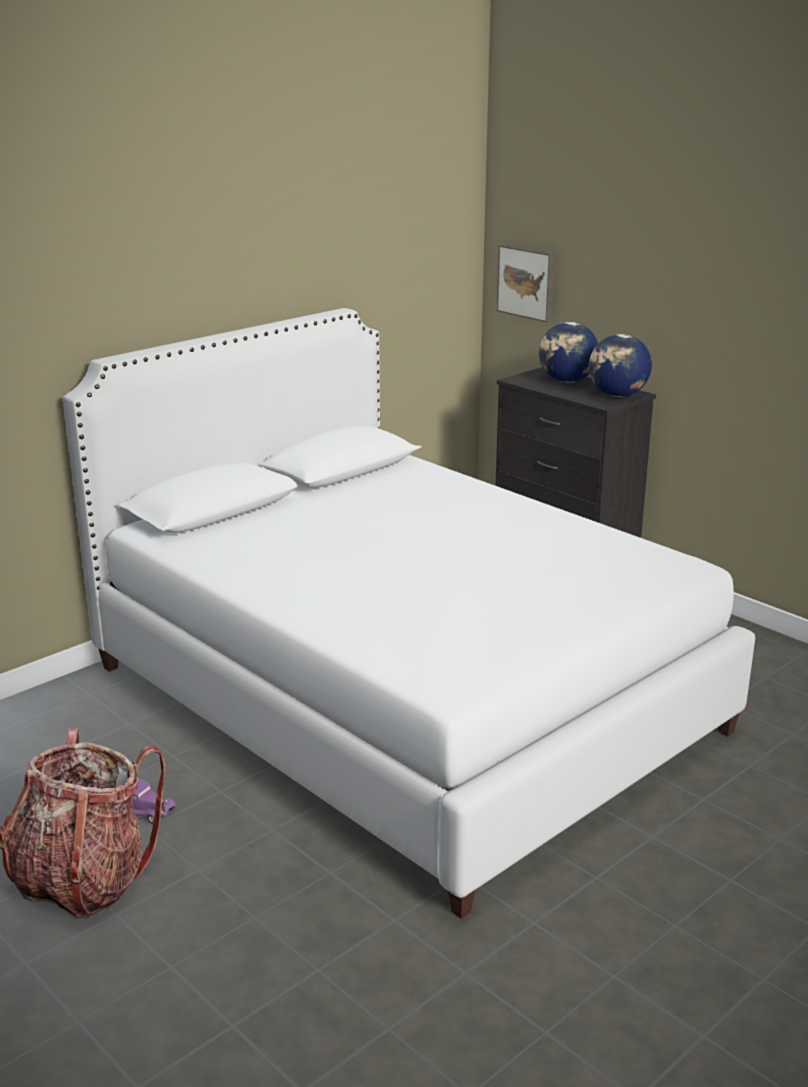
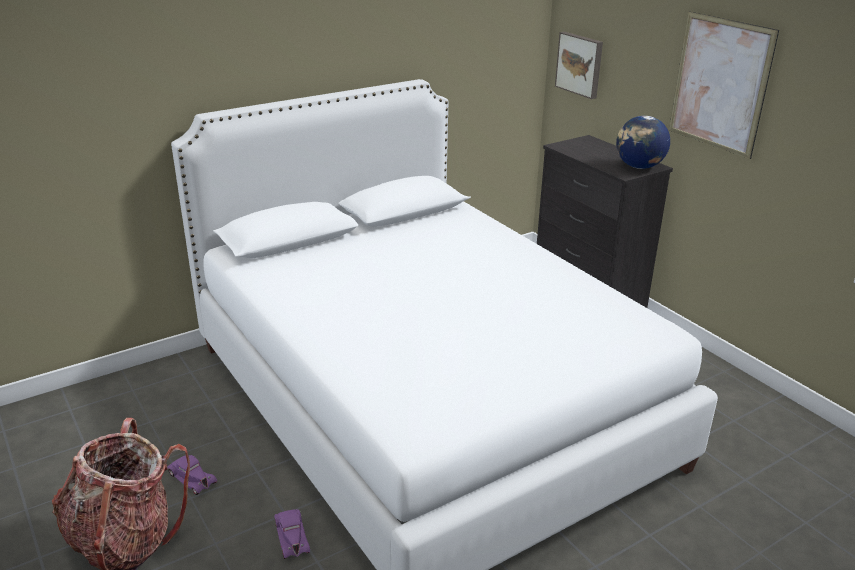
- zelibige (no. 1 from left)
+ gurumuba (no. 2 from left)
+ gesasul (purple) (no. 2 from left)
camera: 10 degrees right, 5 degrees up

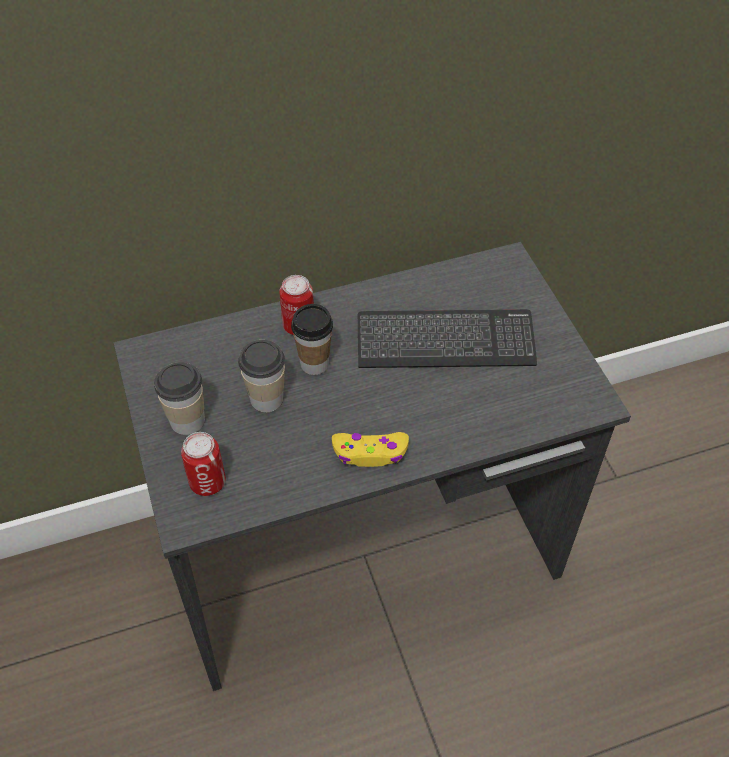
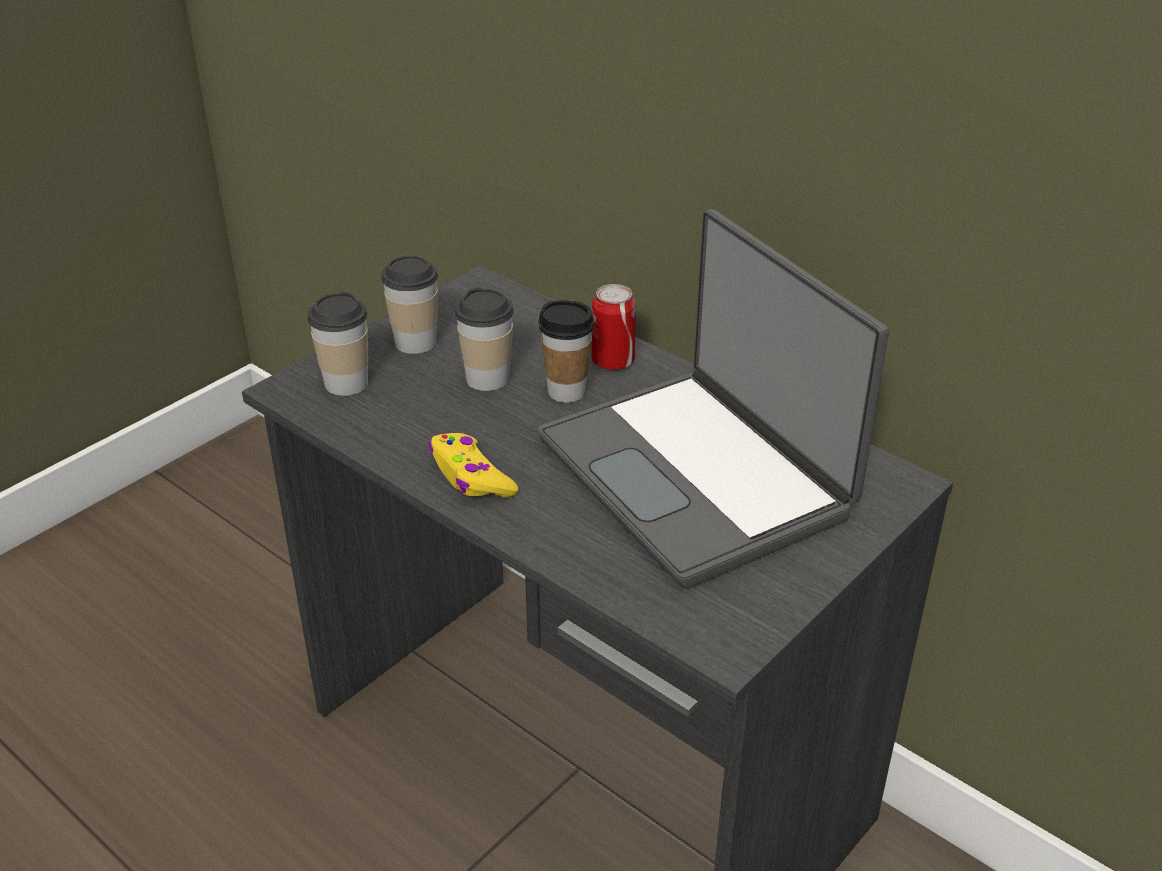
~ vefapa to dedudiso
~ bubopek (no. 1 from left) to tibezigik (no. 1 from left)
camera: 60 degrees right, 15 degrees down

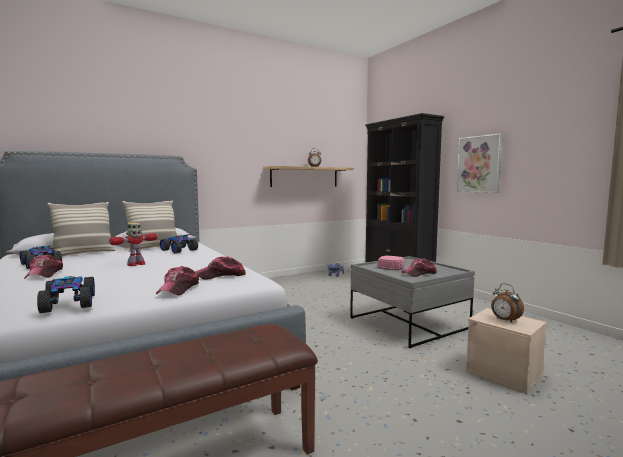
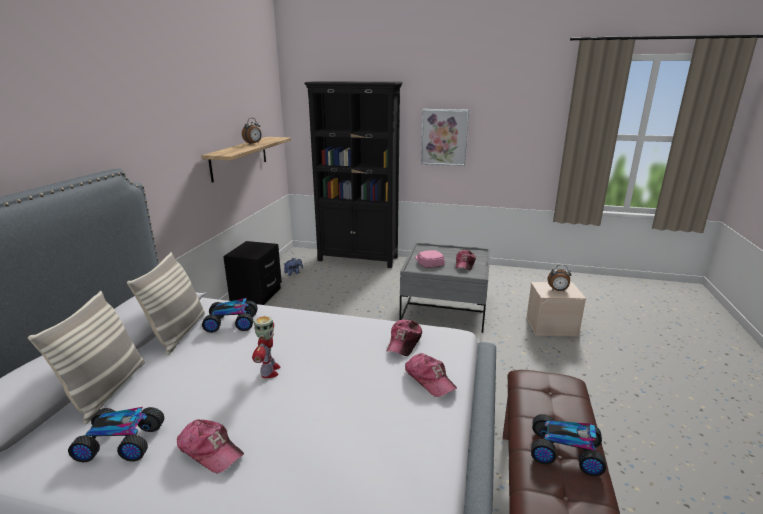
~ gesasul (no. 2 from left in the first image) to gesasul (no. 3 from left)
+ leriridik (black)
camera: 45 degrees left, 15 degrees up

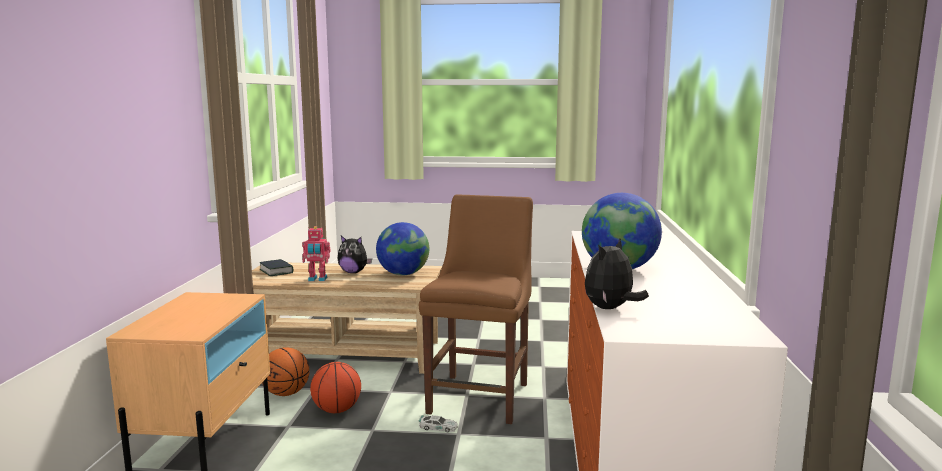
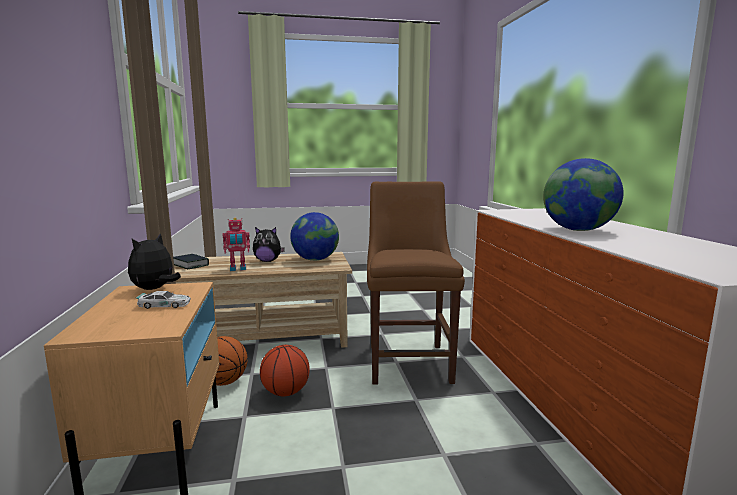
~ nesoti (no. 2 from left in the first image) to nesoti (no. 1 from left)
~ gesasul
camera: 15 degrees left, 0 degrees up

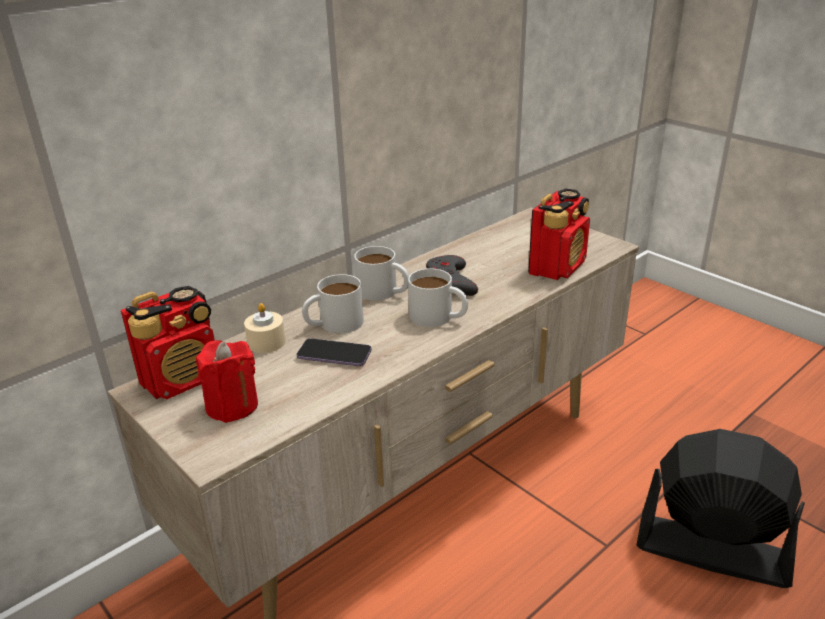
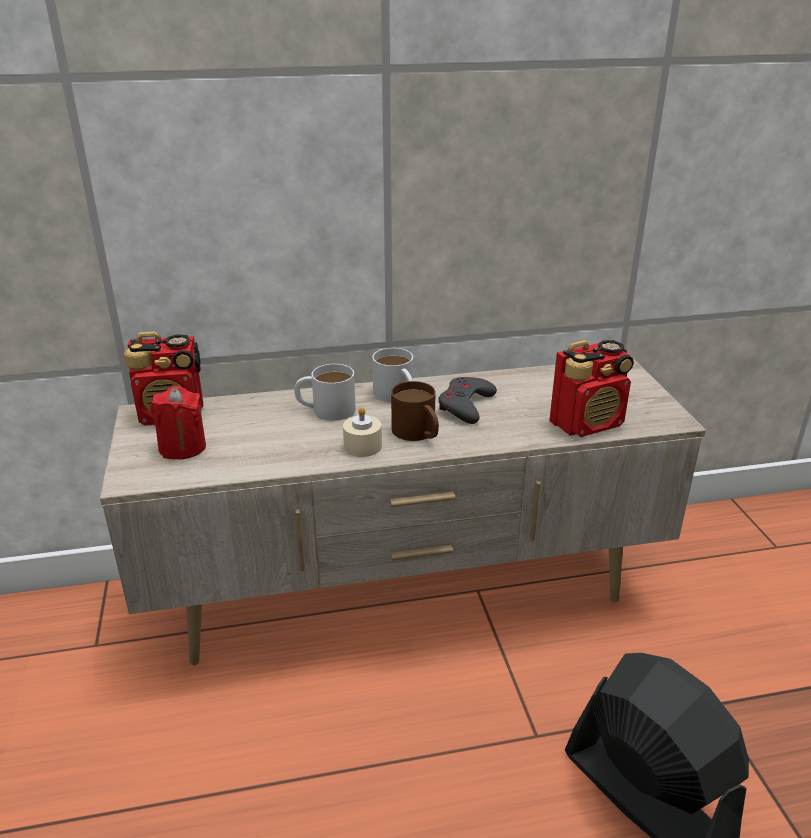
~ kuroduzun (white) (no. 3 from left) to kuroduzun (brown)
~ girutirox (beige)
- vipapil
camera: 30 degrees right, 0 degrees up

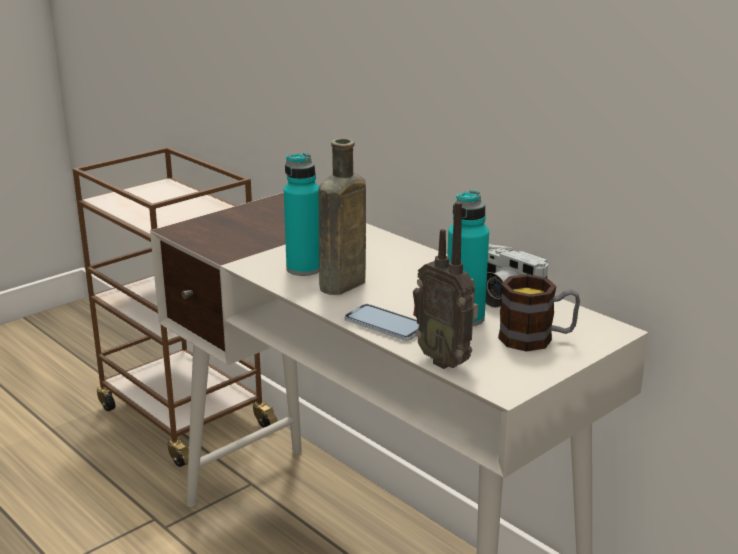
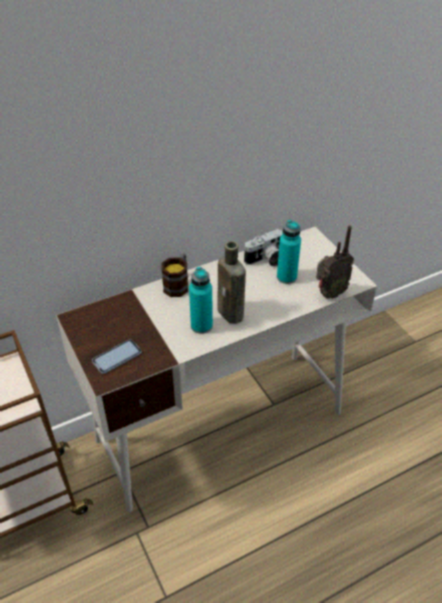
~ kuroduzun
~ vipapil
camera: 75 degrees left, 20 degrees up

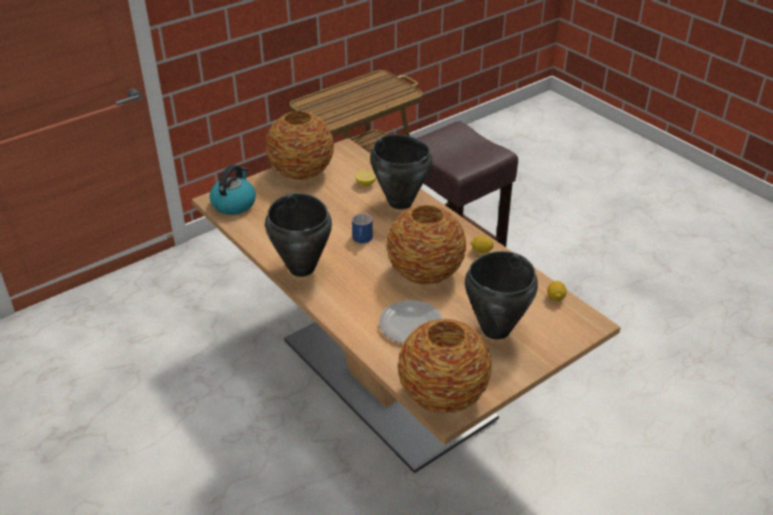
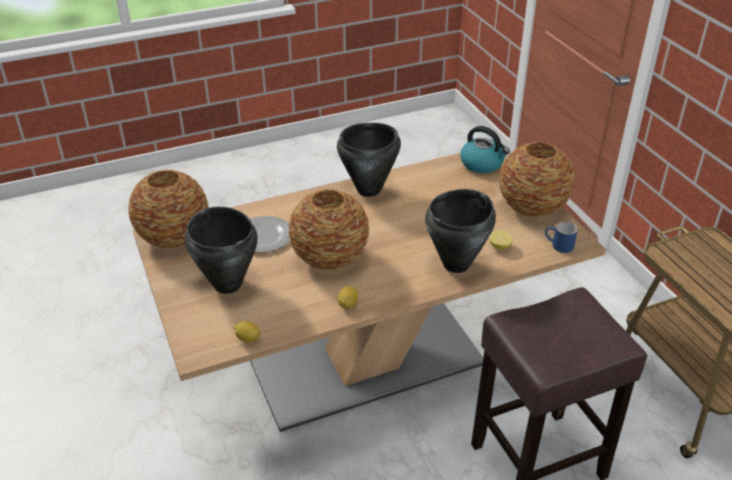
~ kuroduzun (blue)
camera: 105 degrees right, 0 degrees up

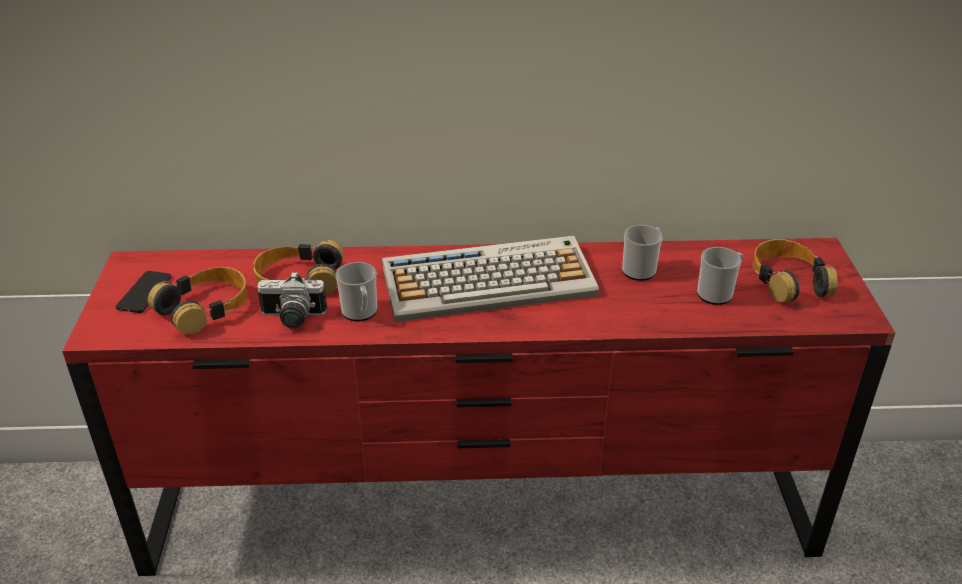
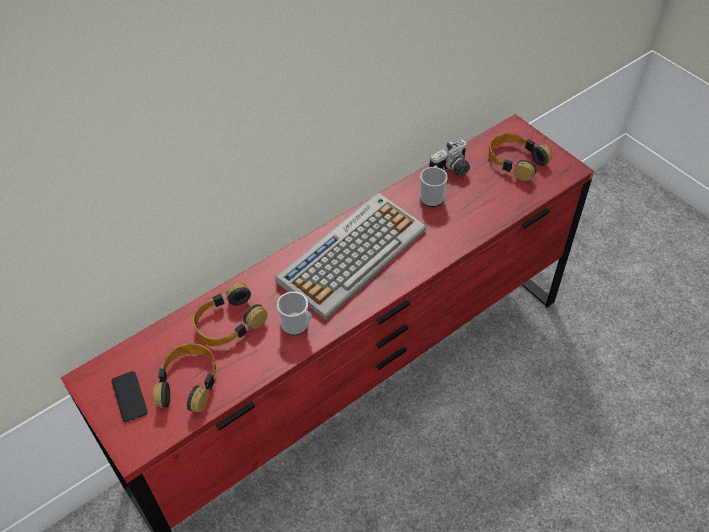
- kuroduzun (no. 3 from left)
~ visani
camera: 35 degrees left, 15 degrees up

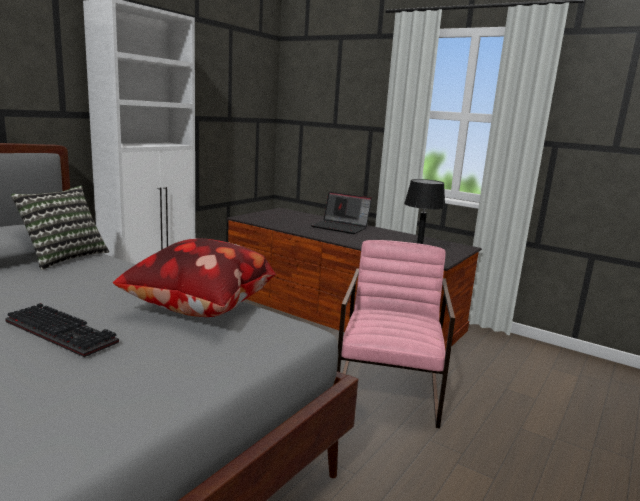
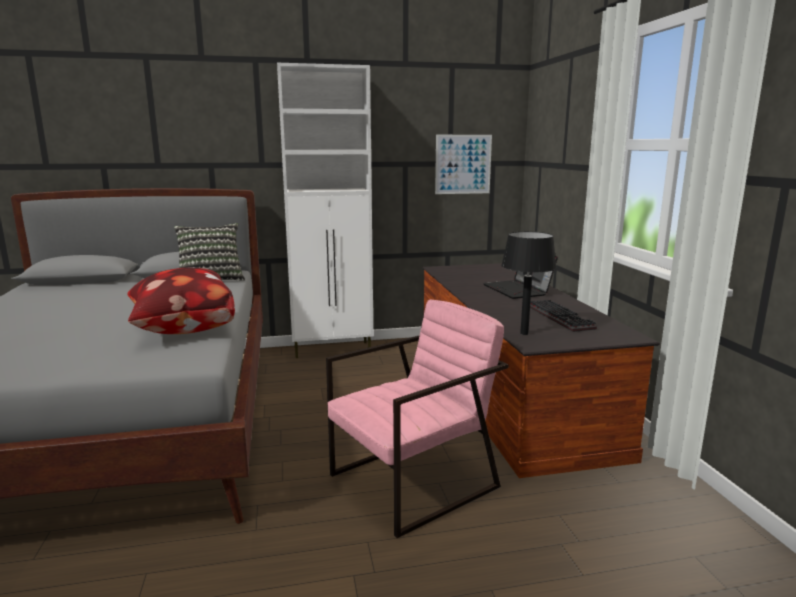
~ vefapa
+ gurumuba
camera: 45 degrees right, 0 degrees up

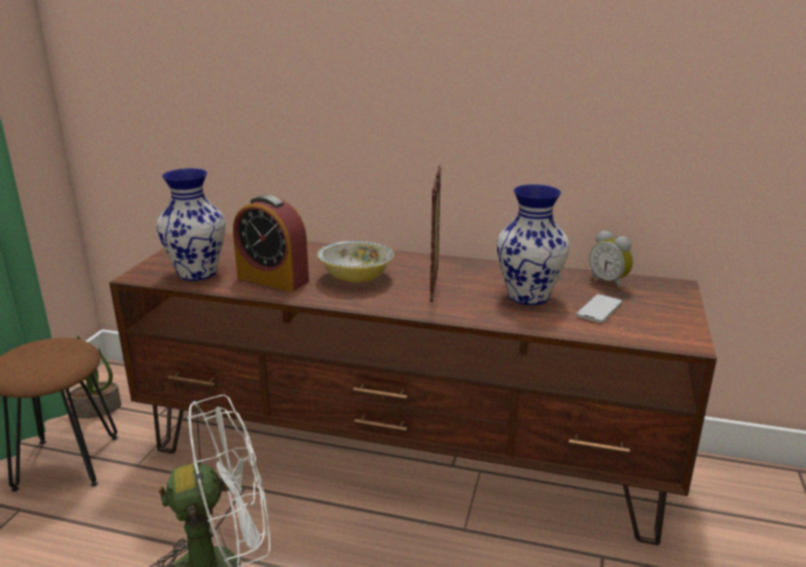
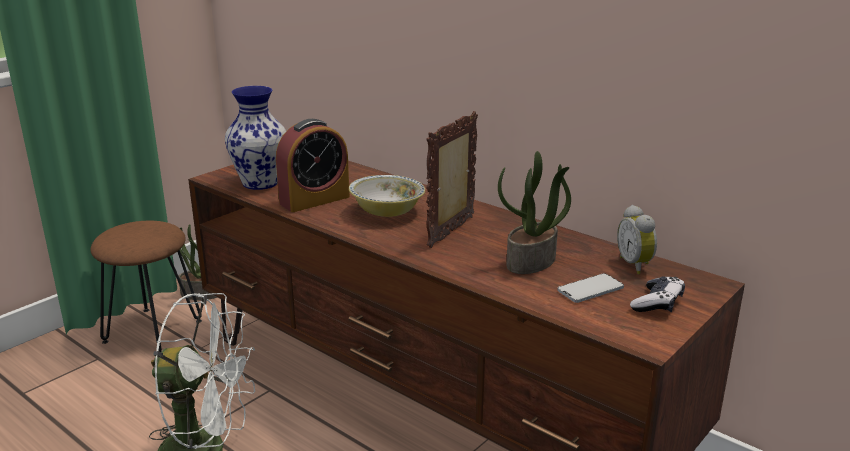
~ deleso (no. 2 from left) to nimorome (no. 2 from left)
~ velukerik (no. 1 from left) 90 degrees counterclockwise
+ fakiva
camera: 25 degrees right, 0 degrees up

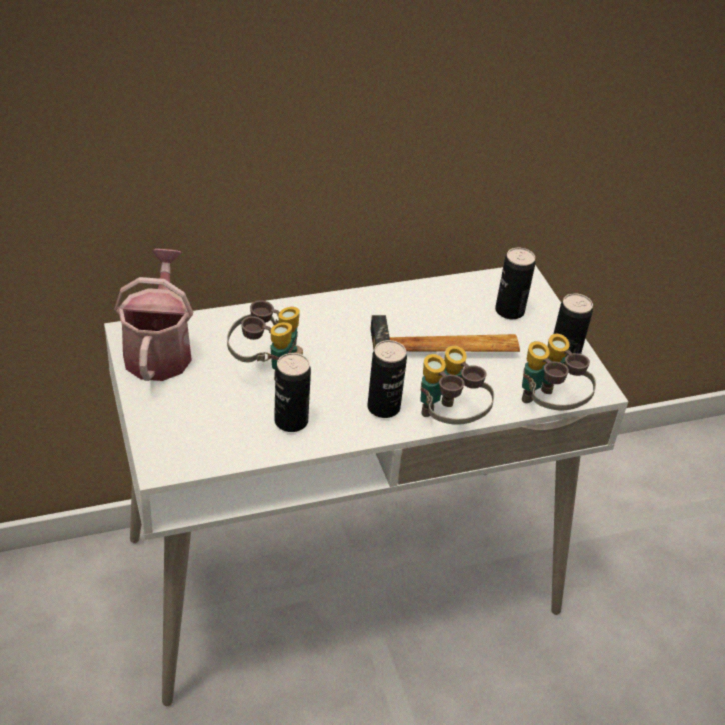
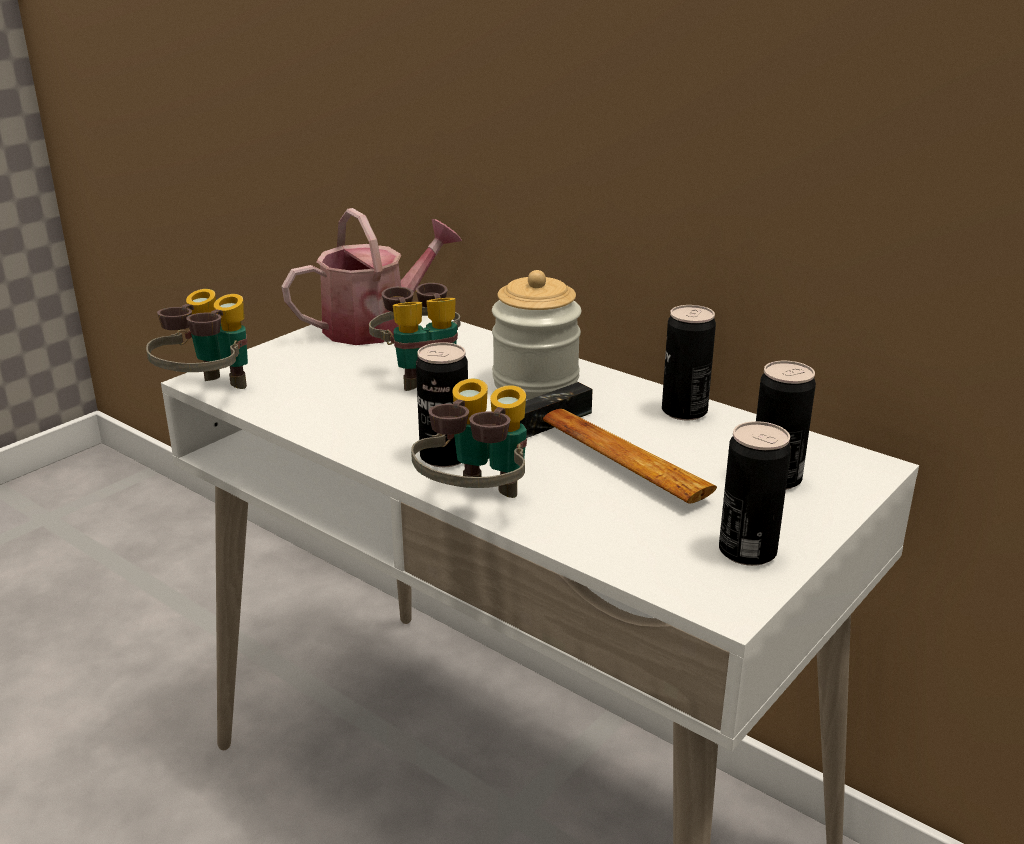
~ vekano (no. 3 from left in the first image) to vekano (no. 1 from left)
~ bubopek (no. 1 from left in the first image) to bubopek (no. 2 from left)
+ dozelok
camera: 60 degrees right, 15 degrees down

